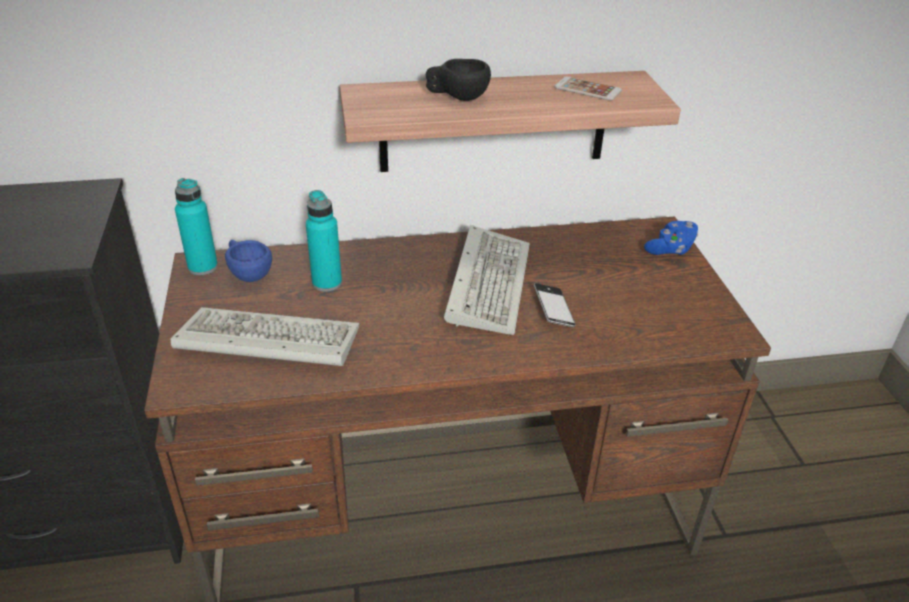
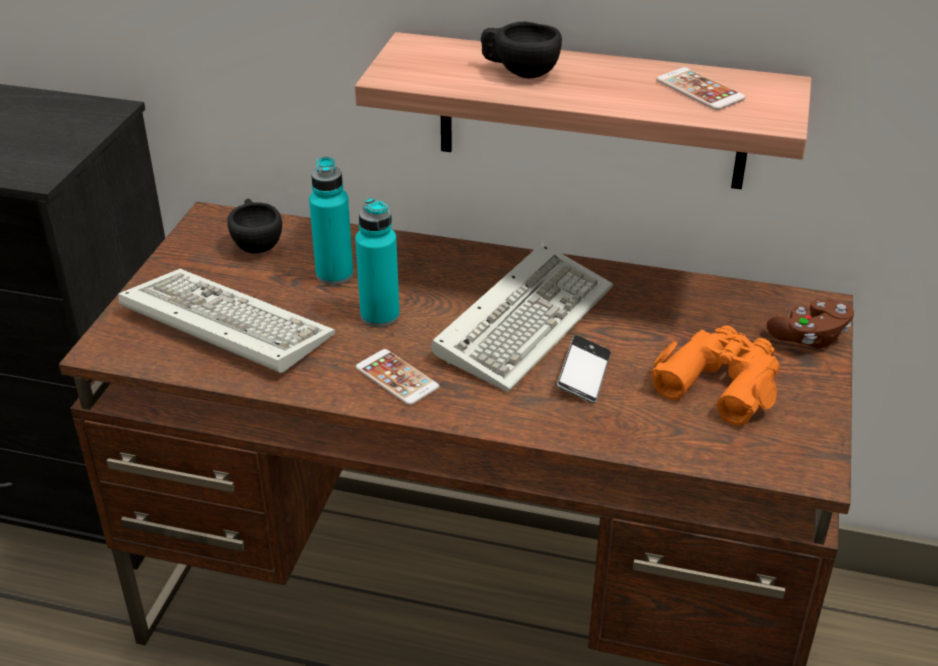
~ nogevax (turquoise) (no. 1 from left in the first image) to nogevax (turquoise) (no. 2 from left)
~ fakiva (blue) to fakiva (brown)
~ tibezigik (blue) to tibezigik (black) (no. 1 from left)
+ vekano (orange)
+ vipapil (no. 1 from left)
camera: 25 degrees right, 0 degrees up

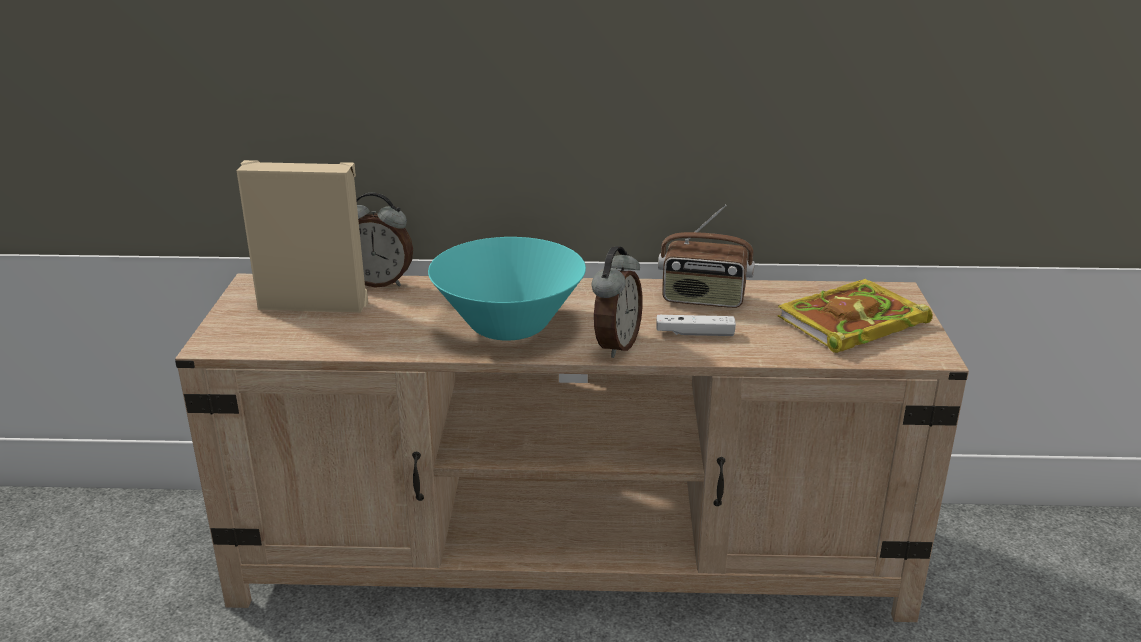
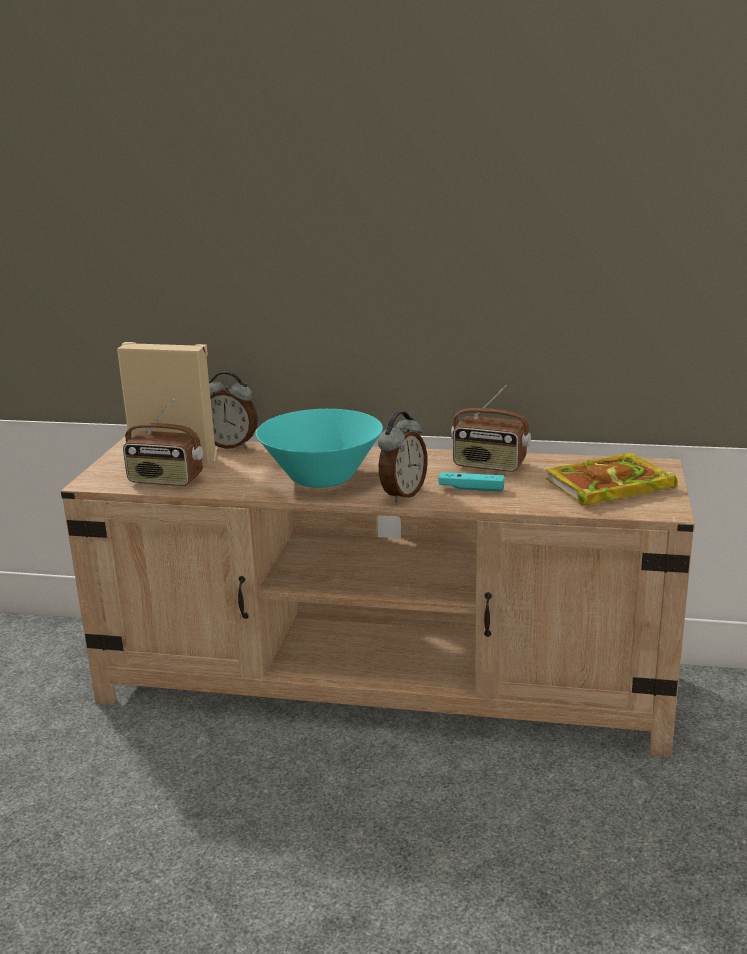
~ fakiva (white) to fakiva (turquoise)
+ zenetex (no. 1 from left)
camera: 10 degrees right, 5 degrees down

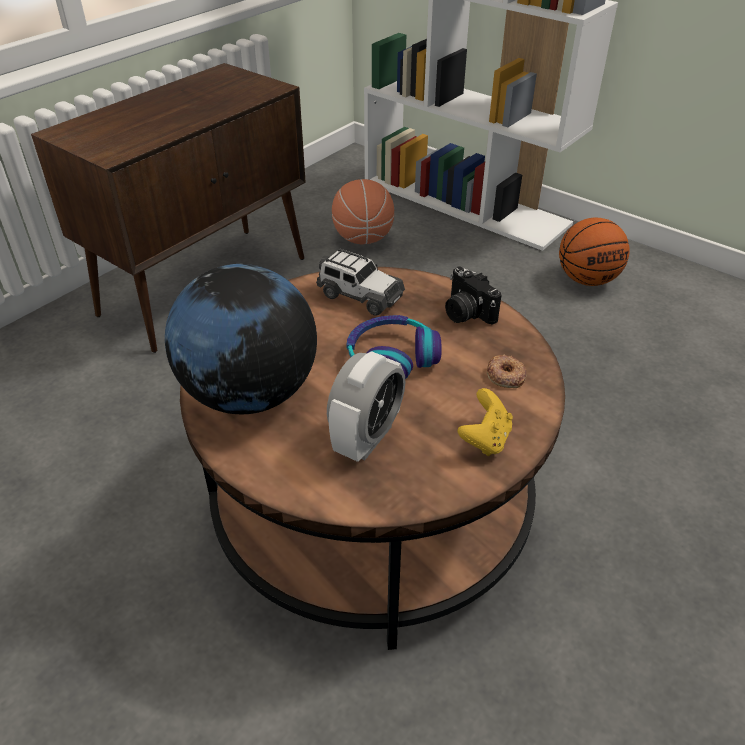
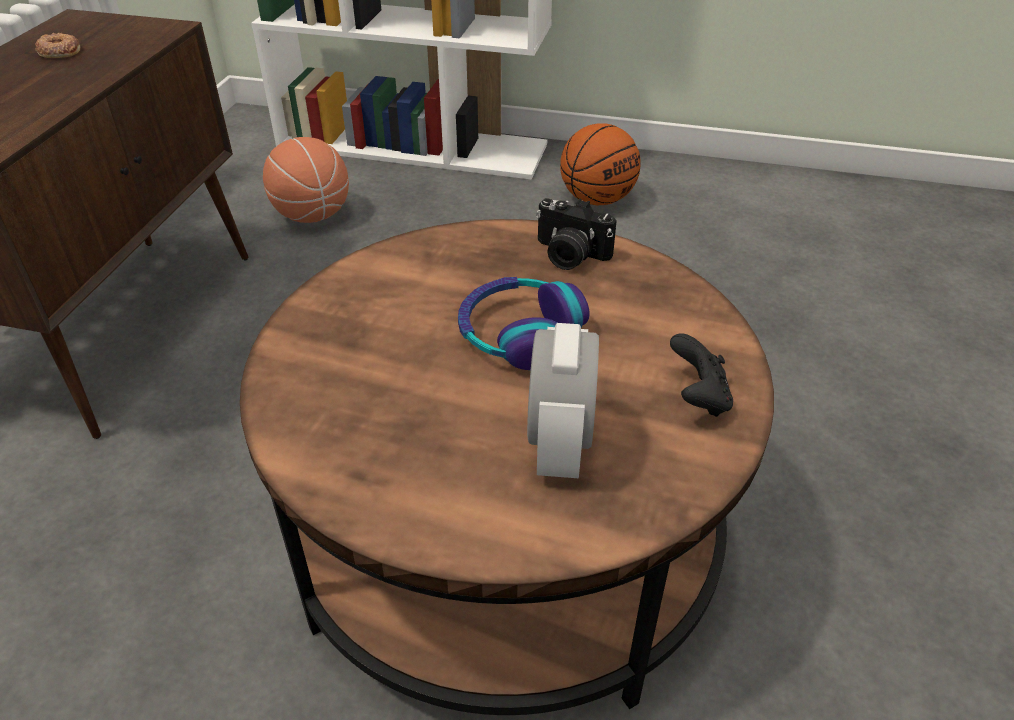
- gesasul
- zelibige
~ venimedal
~ fakiva (yellow) to fakiva (black)
camera: 25 degrees left, 0 degrees up

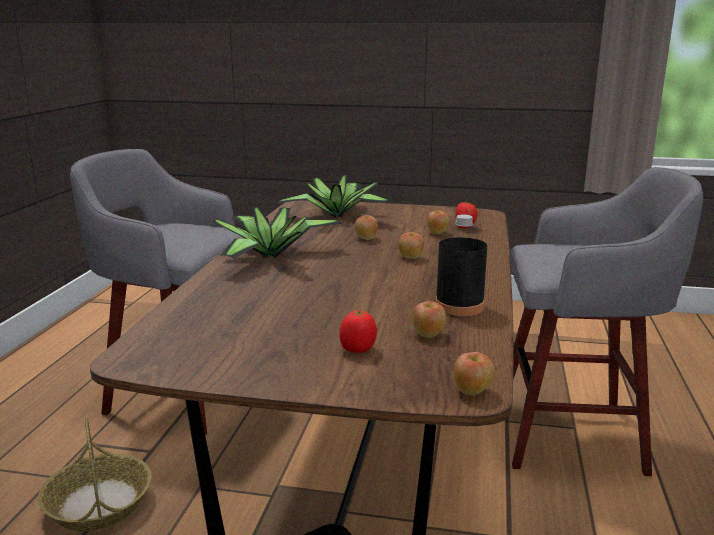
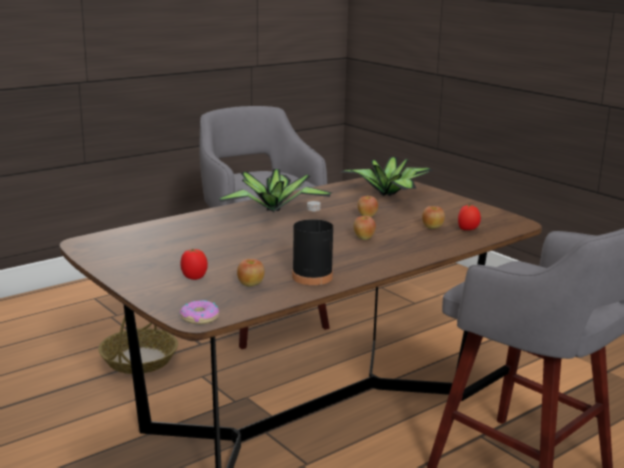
~ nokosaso (no. 5 from left) to venimedal
camera: 40 degrees right, 0 degrees up

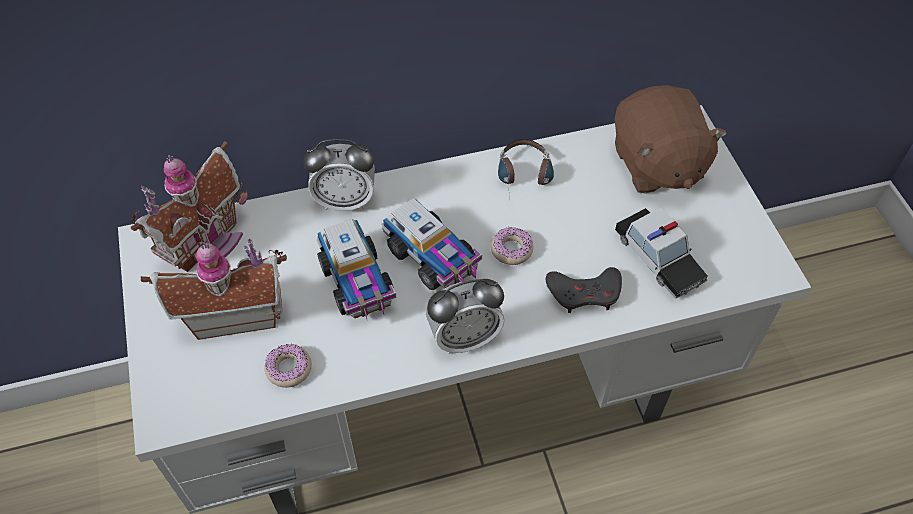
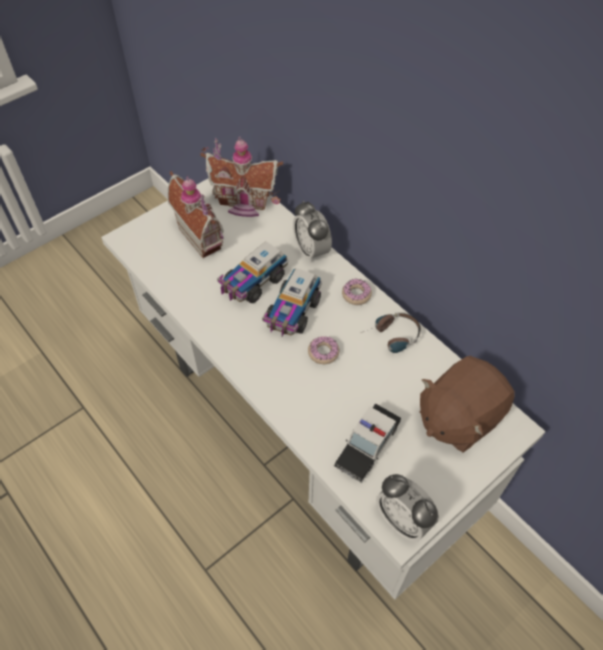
- fakiva (grey)
~ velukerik (no. 2 from left)
~ venimedal (no. 1 from left in the first image) to venimedal (no. 2 from left)
camera: 65 degrees right, 0 degrees up

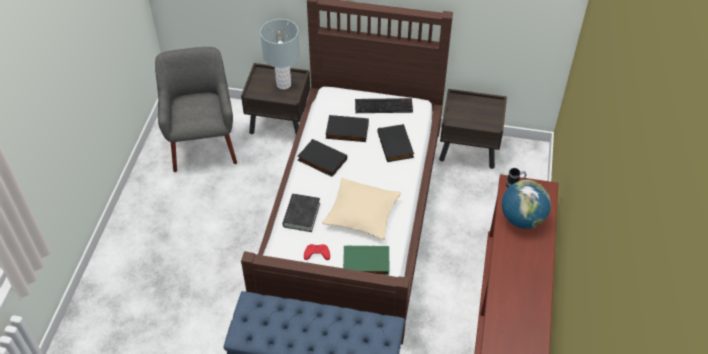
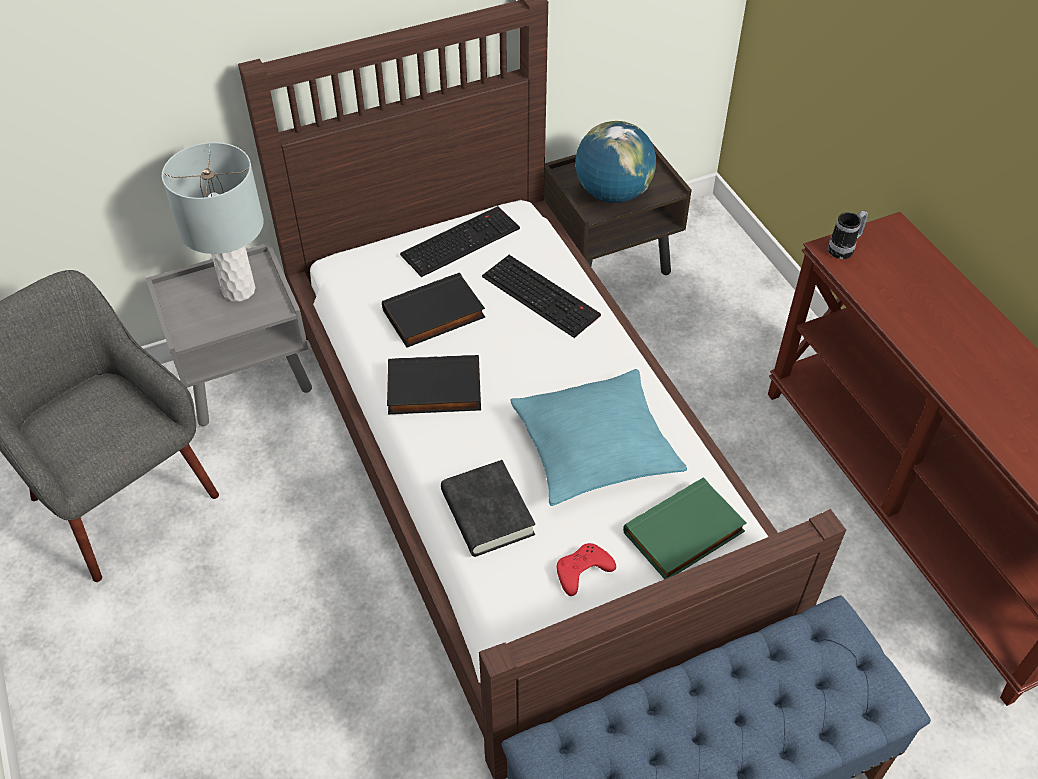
~ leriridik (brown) (no. 1 from left) to leriridik (grey)
~ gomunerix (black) (no. 4 from left) to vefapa (no. 2 from left)
~ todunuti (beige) to todunuti (turquoise)
~ zelibige
camera: 35 degrees left, 0 degrees up

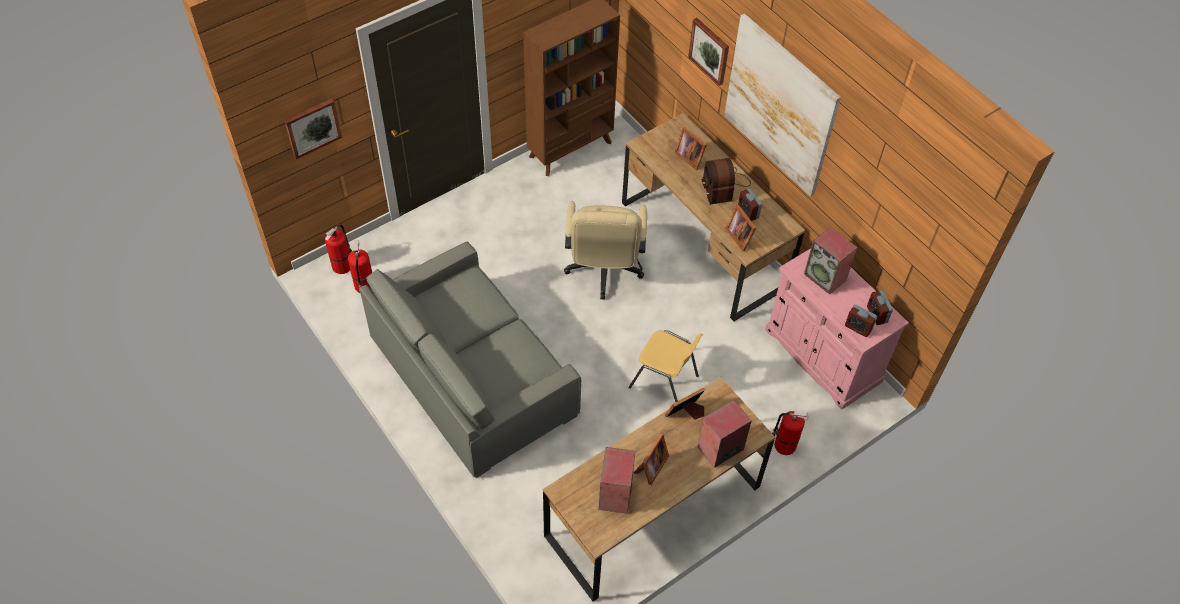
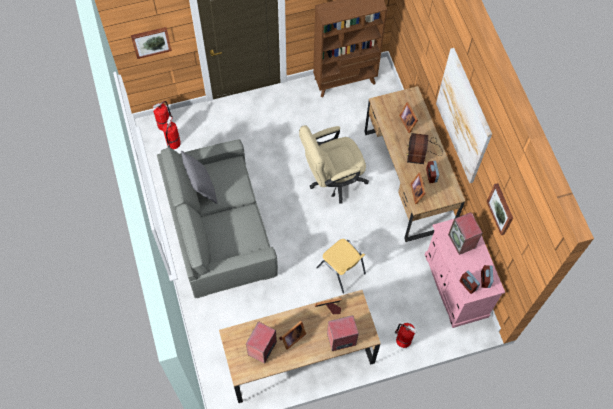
~ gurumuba (no. 2 from left in the first image) to gurumuba (no. 3 from left)
~ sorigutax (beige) 45 degrees clockwise
+ todunuti (grey)
camera: 20 degrees right, 10 degrees up

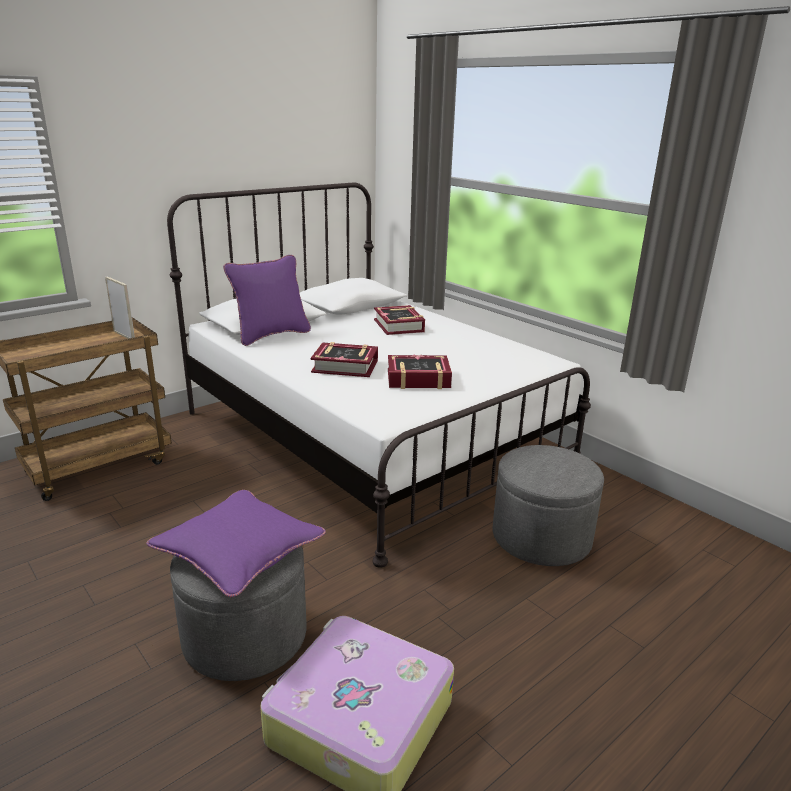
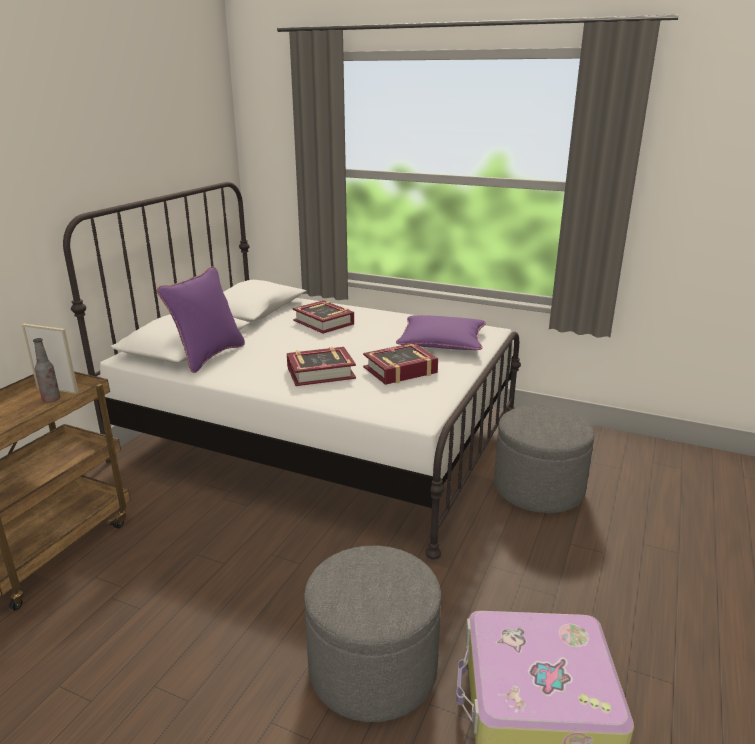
~ todunuti (purple) (no. 1 from left in the first image) to todunuti (purple) (no. 2 from left)
+ nogevax
camera: 25 degrees left, 0 degrees up

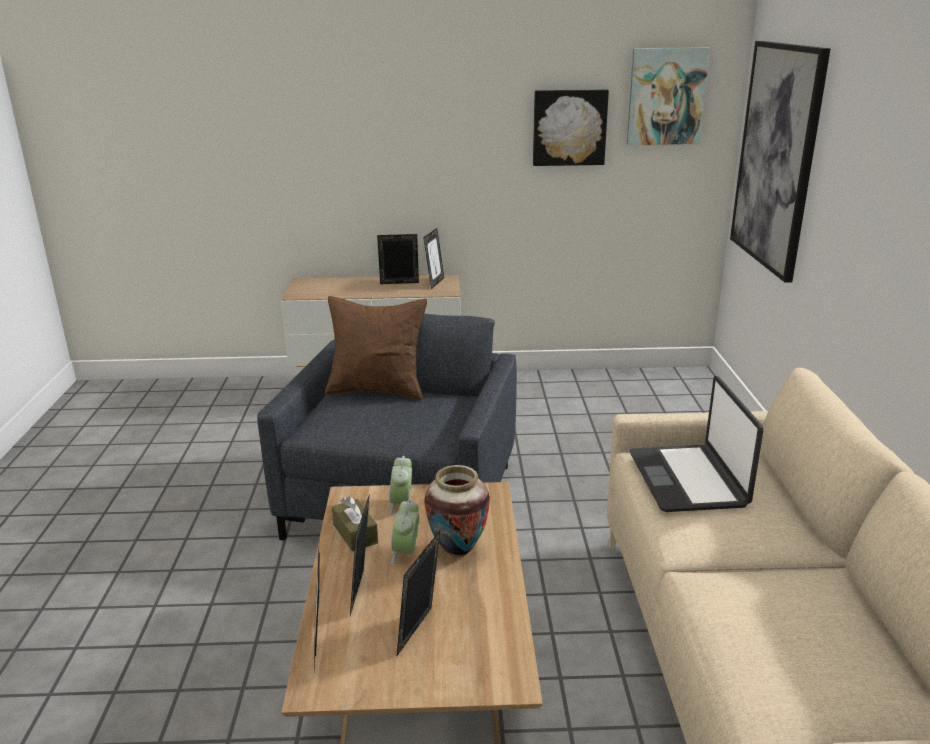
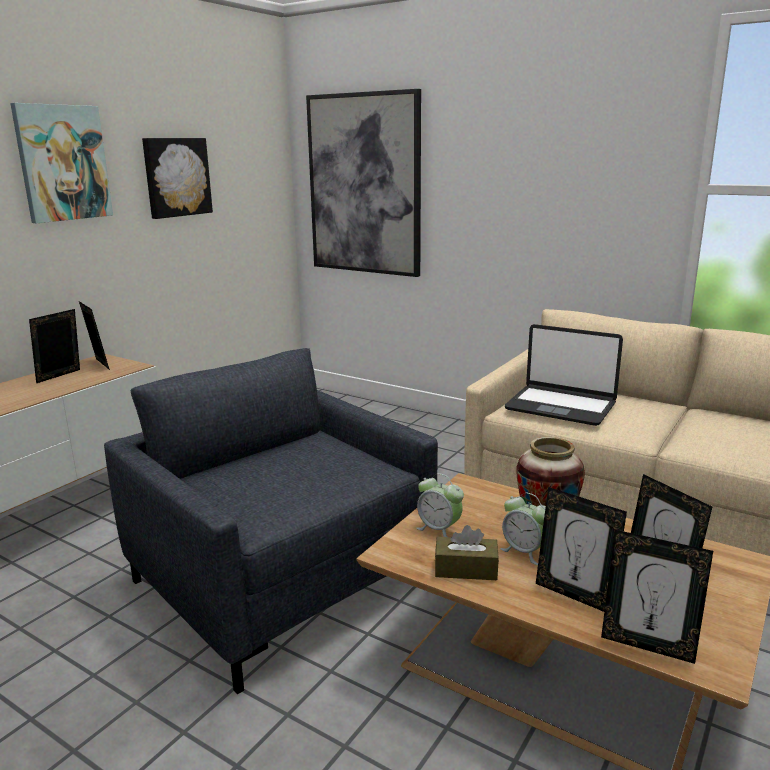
~ gurumuba (no. 2 from left in the first image) to gurumuba (no. 1 from left)
- todunuti (brown)
camera: 55 degrees left, 5 degrees down

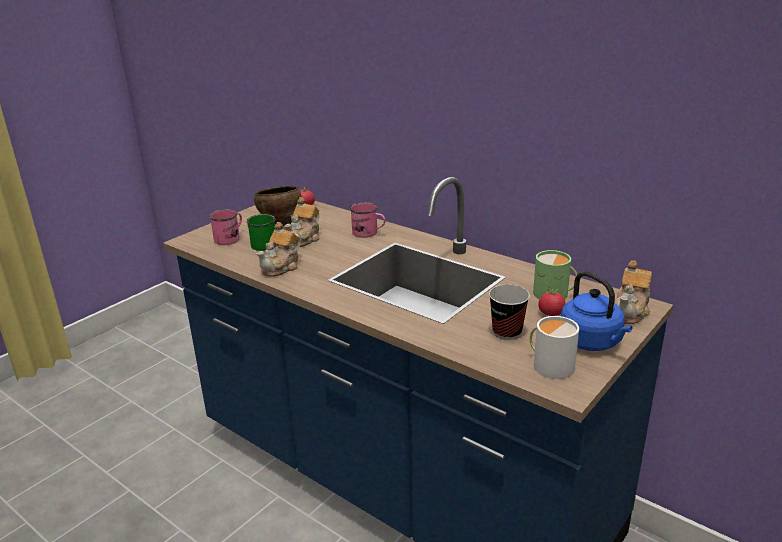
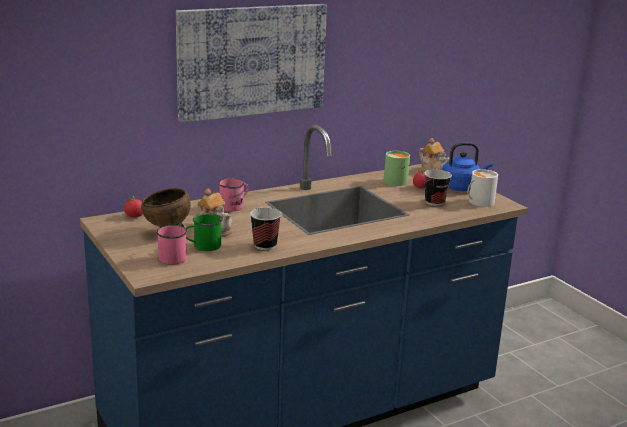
~ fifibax (no. 1 from left) to tibezigik (no. 1 from left)
+ gurumuba
camera: 70 degrees left, 5 degrees down

